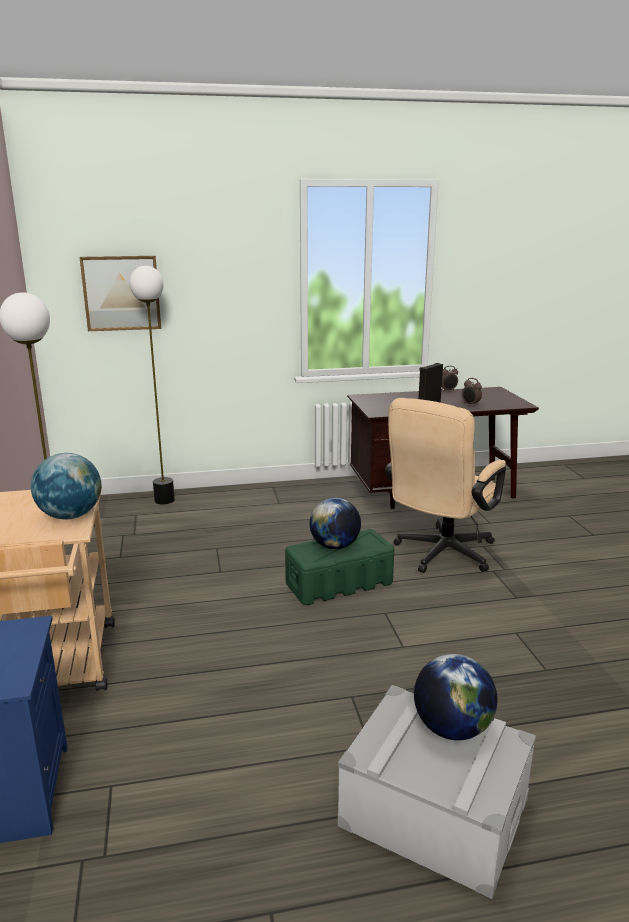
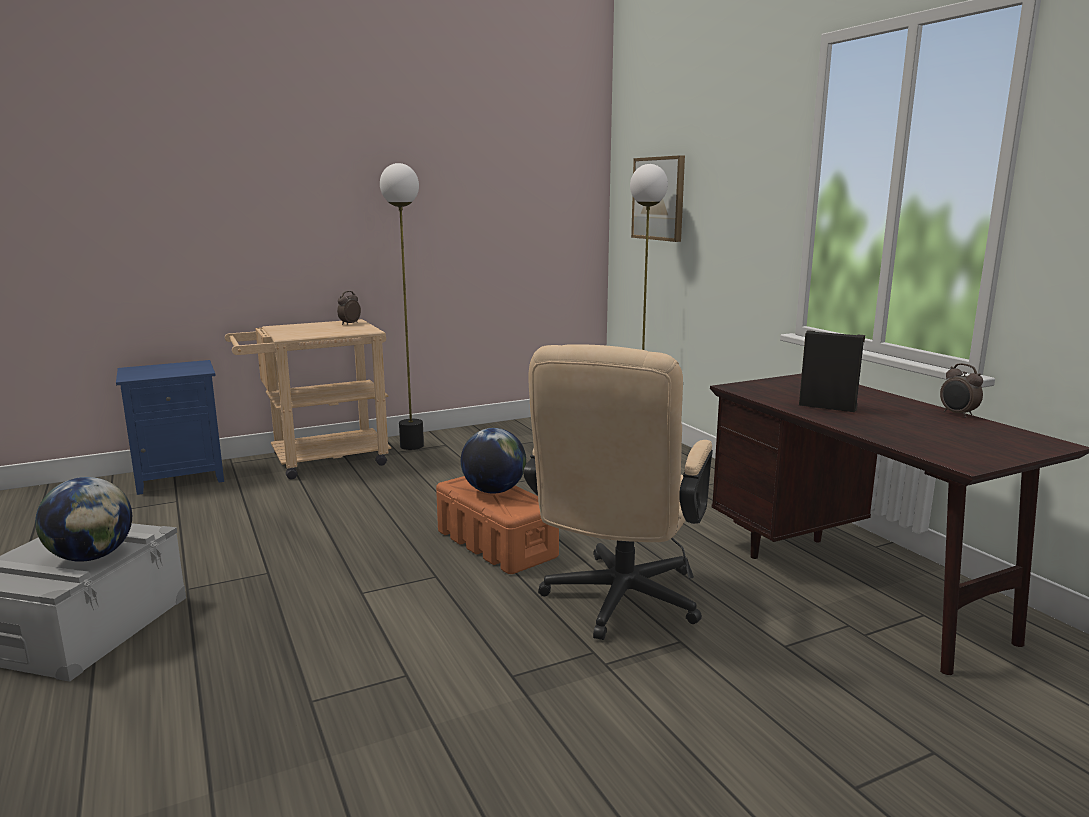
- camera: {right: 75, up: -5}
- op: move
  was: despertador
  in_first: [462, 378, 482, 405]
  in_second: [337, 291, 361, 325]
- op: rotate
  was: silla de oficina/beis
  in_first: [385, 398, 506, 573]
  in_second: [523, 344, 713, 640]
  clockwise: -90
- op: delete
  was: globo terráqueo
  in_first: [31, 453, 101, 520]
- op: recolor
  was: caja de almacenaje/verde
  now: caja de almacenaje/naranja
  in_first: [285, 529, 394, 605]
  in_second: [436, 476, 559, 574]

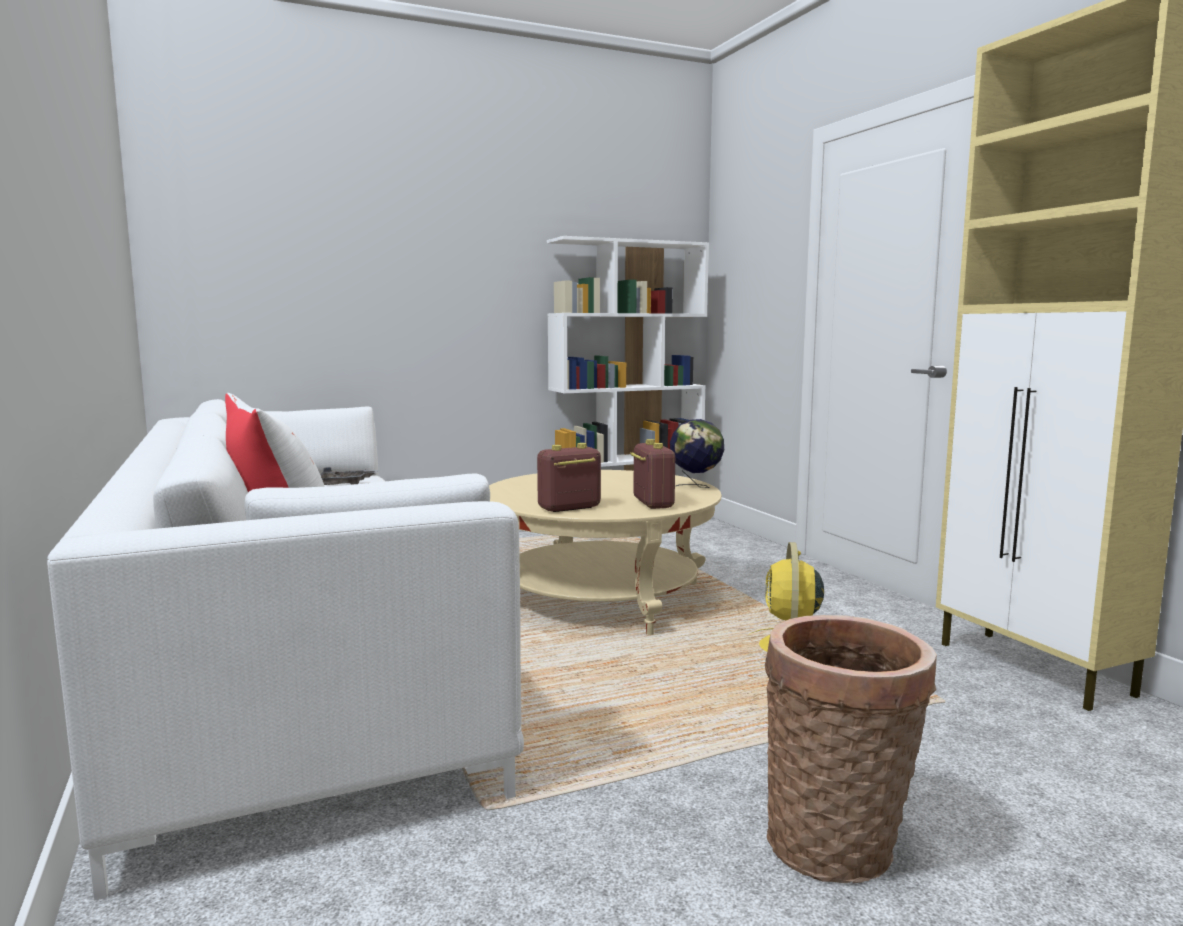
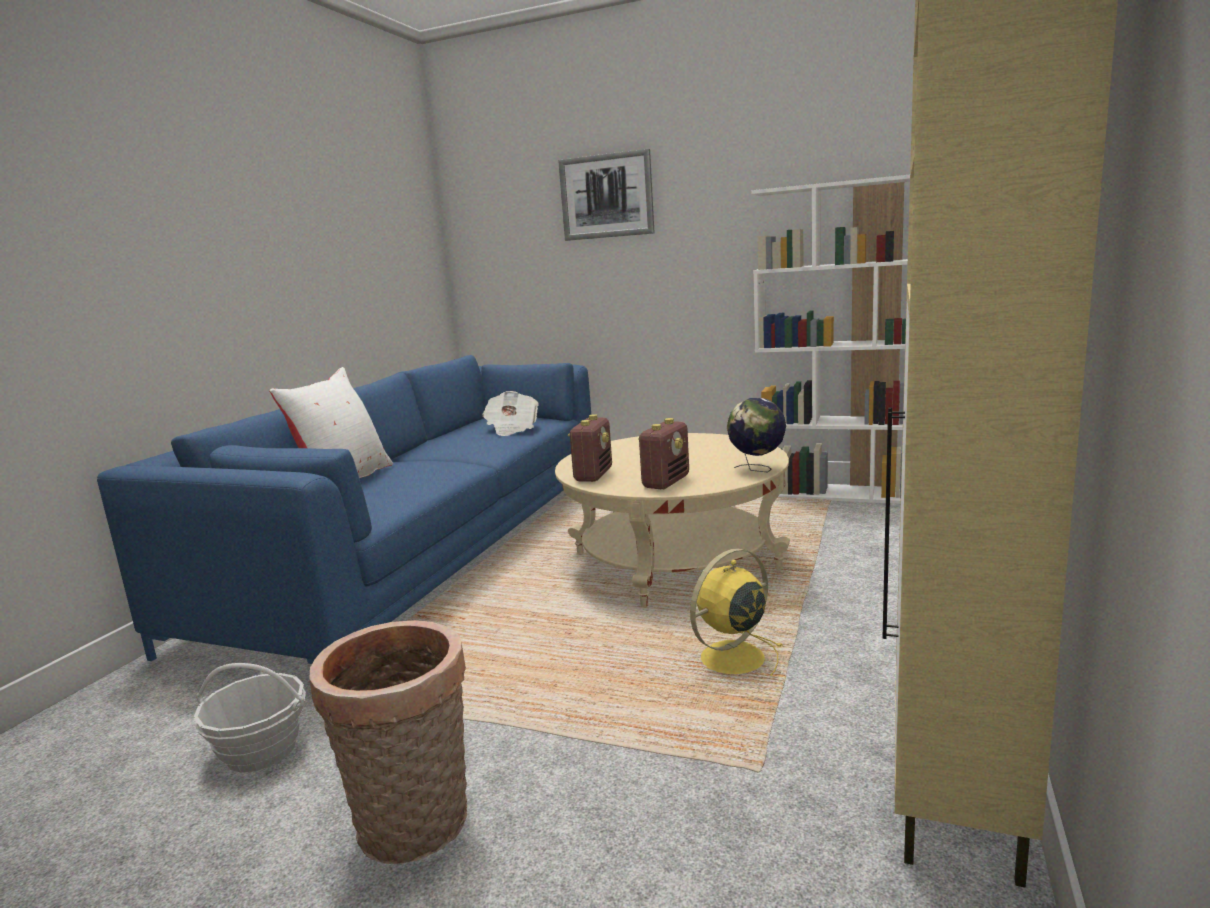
- camera: {right: 45, up: 5}
- op: recolor
  was: sofá/blanco
  now: sofá/azul
  in_first: [47, 399, 524, 901]
  in_second: [97, 355, 591, 664]
- op: rotate
  was: radio
  in_first: [537, 443, 601, 512]
  in_second: [568, 414, 612, 482]
  clockwise: 90
- op: replace
  was: bandeja/gris
  now: periódico
  in_first: [320, 467, 379, 485]
  in_second: [482, 391, 539, 436]
- op: insert
  now: cuadro
  in_second: [558, 149, 654, 241]
- op: insert
  now: cesta
  in_second: [193, 663, 306, 773]

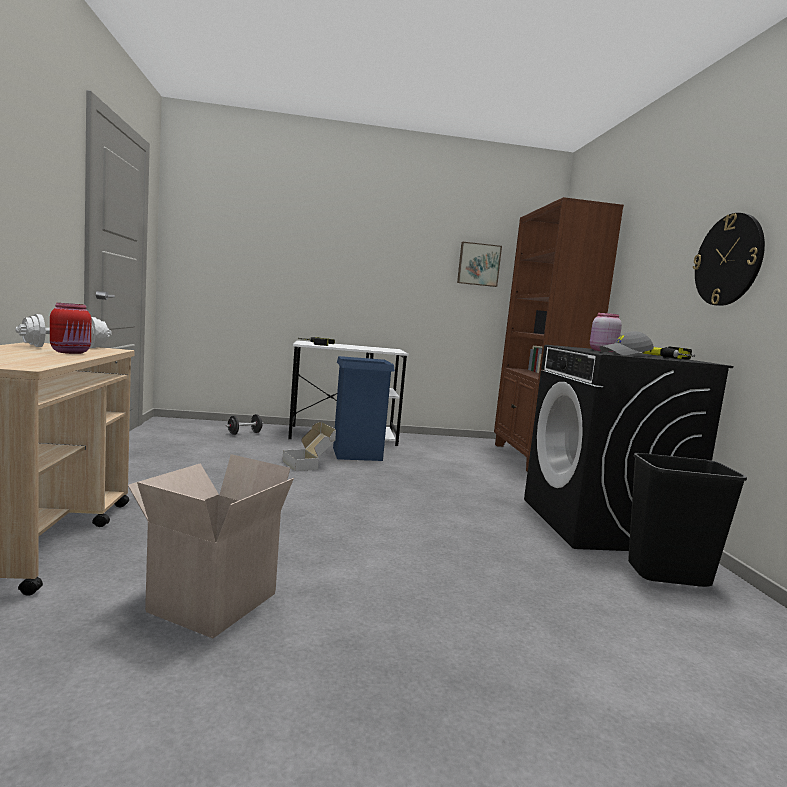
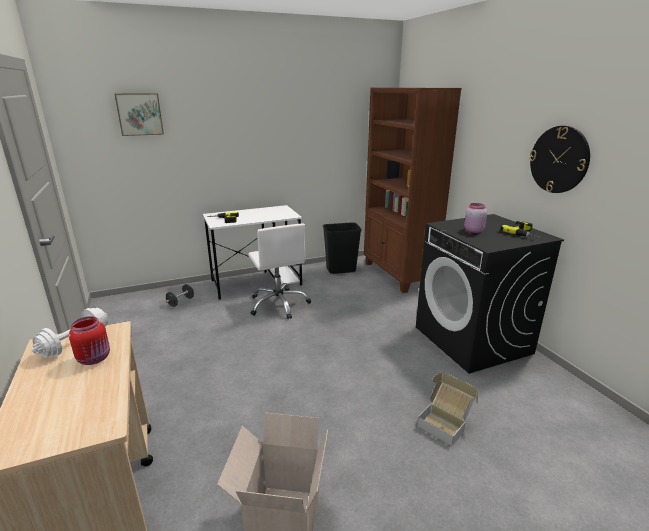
- camera: {right: -15, up: 15}
- op: move
  was: cuadro
  in_first: [457, 242, 502, 287]
  in_second: [114, 93, 164, 136]
- op: delete
  was: gorra/gris
  in_first: [599, 331, 654, 355]
- op: replace
  was: papelera/azul
  now: silla de oficina/blanco
  in_first: [333, 356, 395, 461]
  in_second: [248, 224, 311, 319]
- op: move
  was: caja de cartón
  in_first: [282, 422, 336, 471]
  in_second: [417, 372, 478, 446]
- op: move
  was: papelera/negro
  in_first: [628, 453, 747, 587]
  in_second: [323, 222, 362, 274]

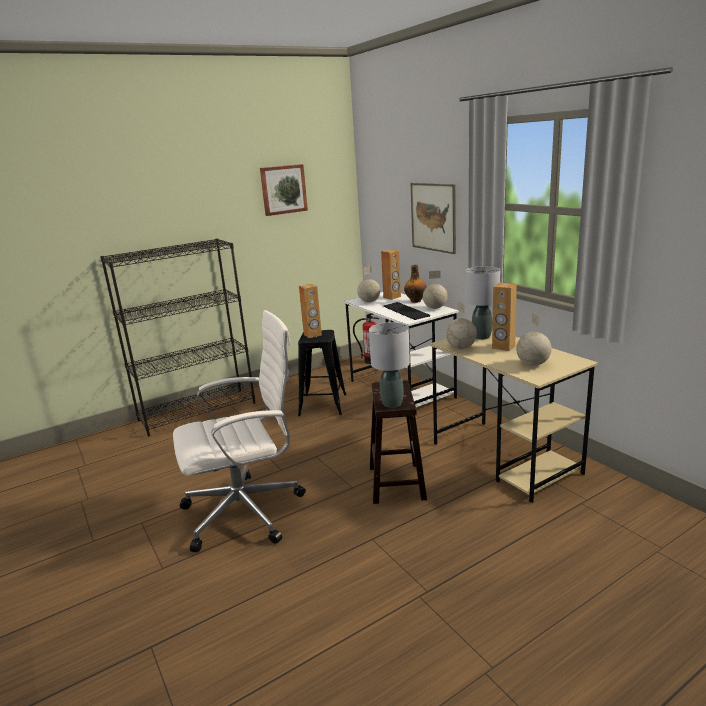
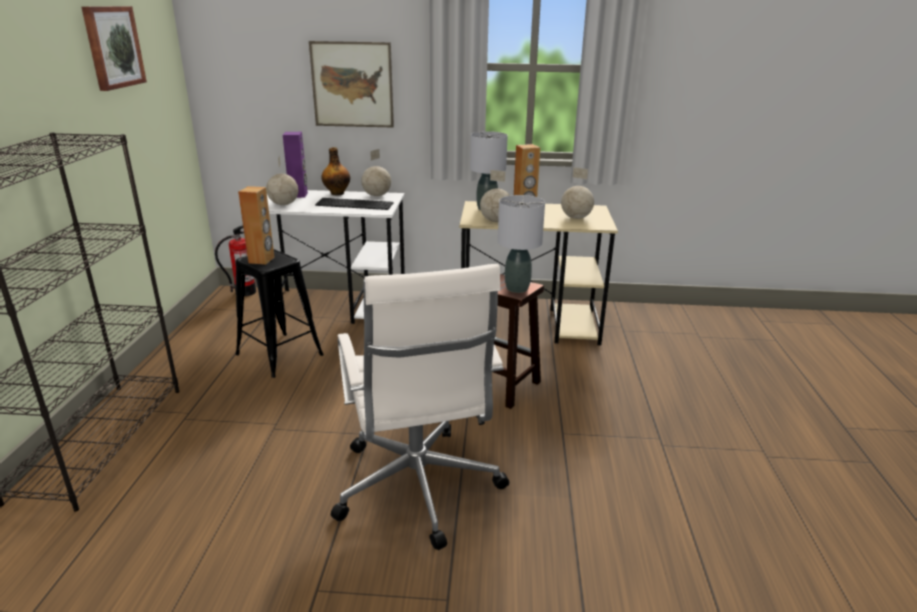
- camera: {right: -55, up: 5}
- op: recolor
  was: altavoz/marrón
  now: altavoz/morado
  in_first: [381, 249, 401, 300]
  in_second: [283, 132, 308, 198]
- op: rotate
  was: silla de oficina/blanco
  in_first: [173, 310, 306, 552]
  in_second: [331, 264, 509, 550]
  clockwise: 150

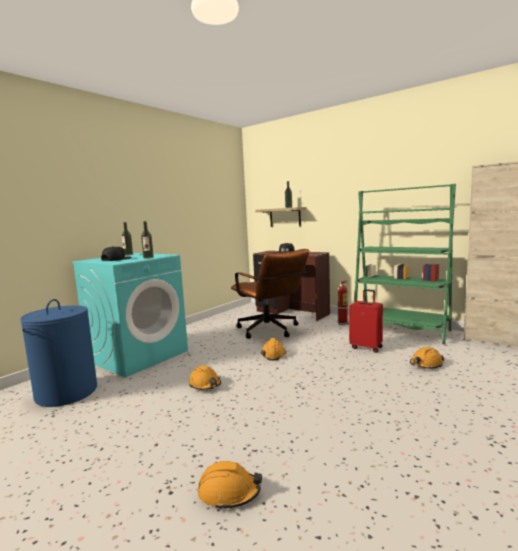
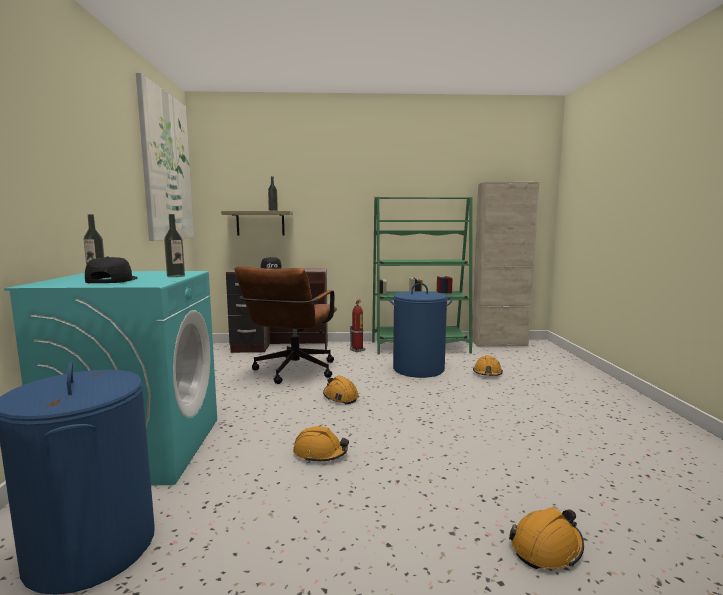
- camera: {right: -40, up: 0}
- op: rotate
  was: silla de oficina/marrón
  in_first: [231, 249, 309, 339]
  in_second: [235, 266, 337, 384]
  clockwise: 90
- op: replace
  was: maleta/rojo
  now: cesto de la ropa/azul
  in_first: [349, 289, 383, 353]
  in_second: [388, 283, 453, 378]
- op: insert
  now: cuadro
  in_second: [136, 73, 194, 241]

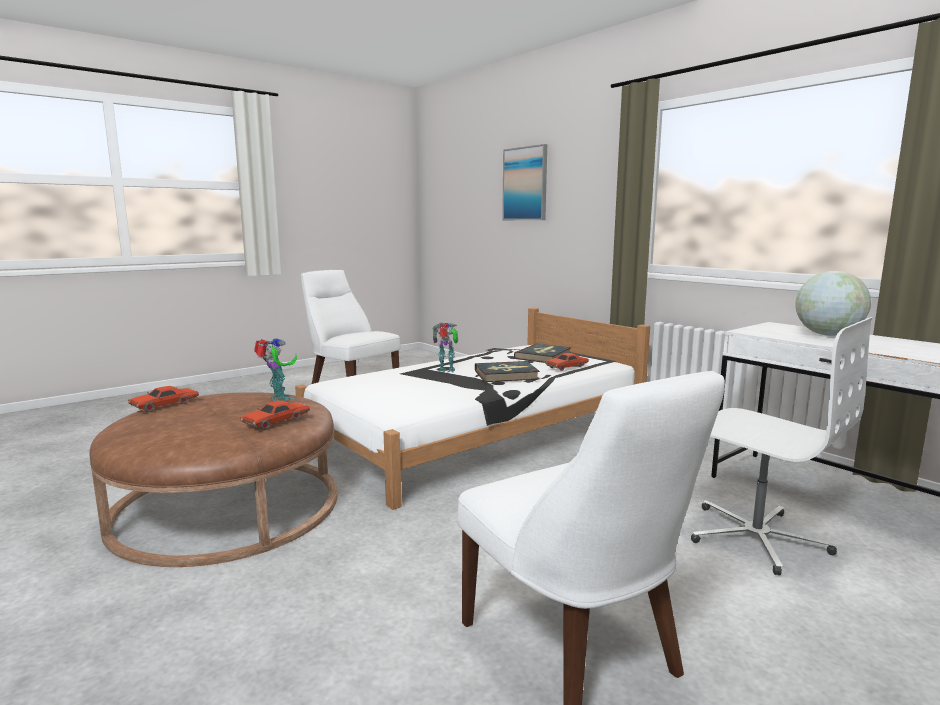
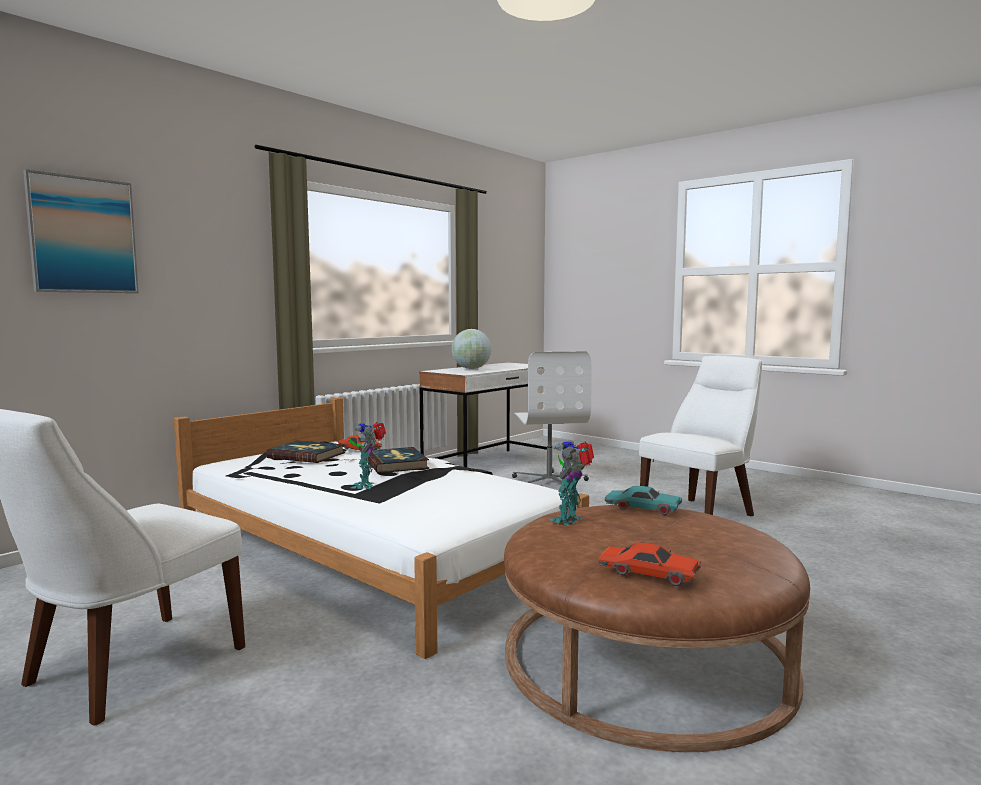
- camera: {right: -100, up: -5}
- op: rotate
  was: silla de oficina/blanco
  in_first: [691, 317, 873, 575]
  in_second: [512, 351, 591, 491]
  clockwise: 135
- op: recolor
  was: coche de juguete/rojo
  now: coche de juguete/turquesa
  in_first: [240, 400, 310, 430]
  in_second: [605, 486, 682, 515]

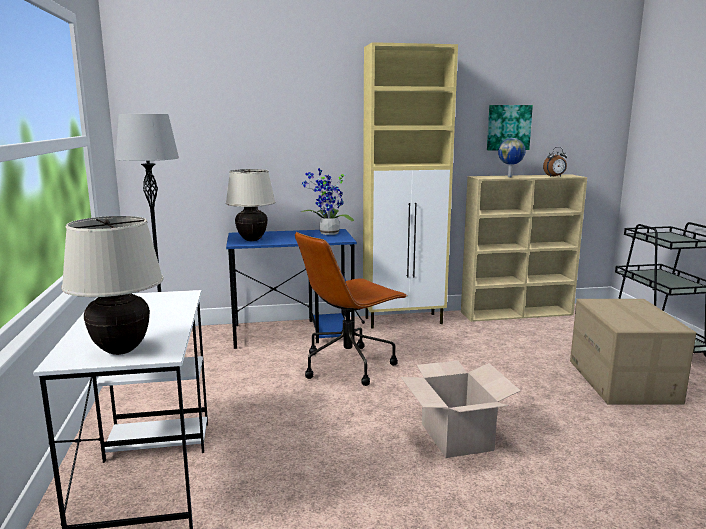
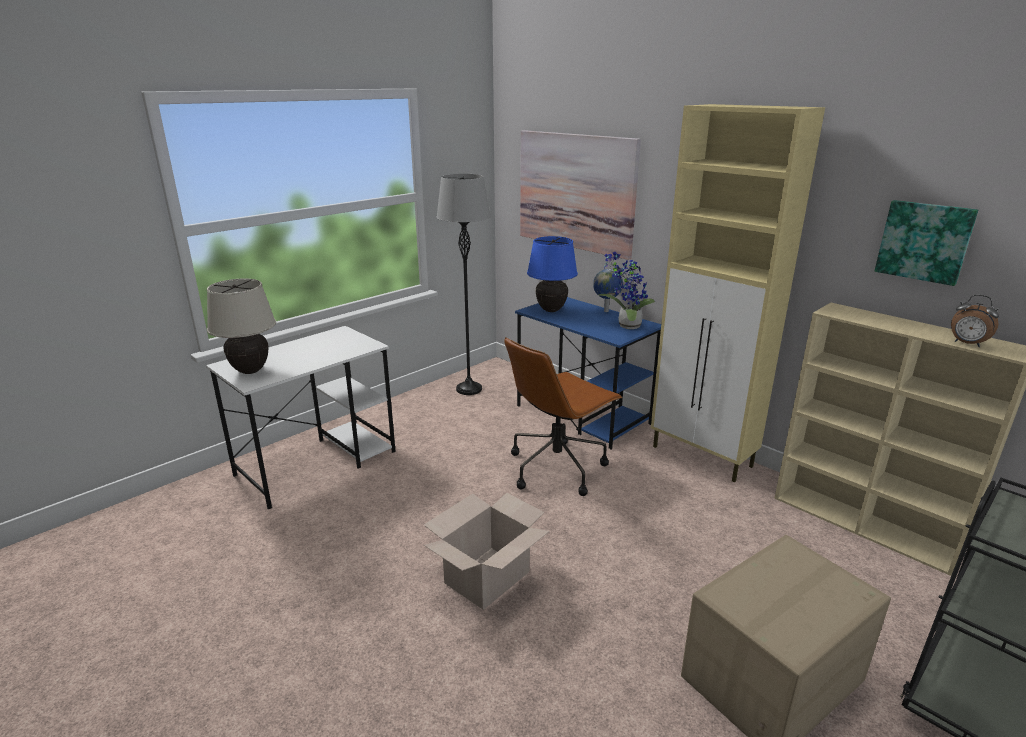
- camera: {right: 55, up: 10}
- op: move
  was: globo terráqueo
  in_first: [498, 138, 525, 177]
  in_second: [593, 269, 623, 312]
- op: recolor
  was: lámpara de mesa/beis
  now: lámpara de mesa/azul
  in_first: [225, 169, 275, 241]
  in_second: [527, 236, 578, 312]
- op: rotate
  was: silla de oficina/marrón
  in_first: [295, 232, 407, 386]
  in_second: [504, 337, 622, 496]
  clockwise: -60
- op: insert
  now: cuadro
  in_second: [520, 130, 641, 260]

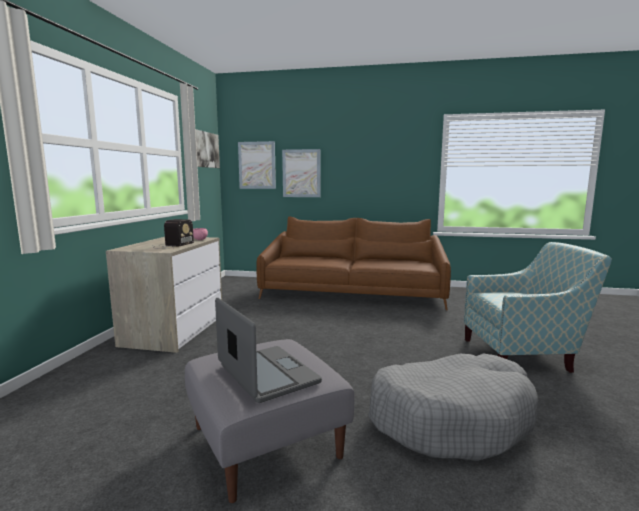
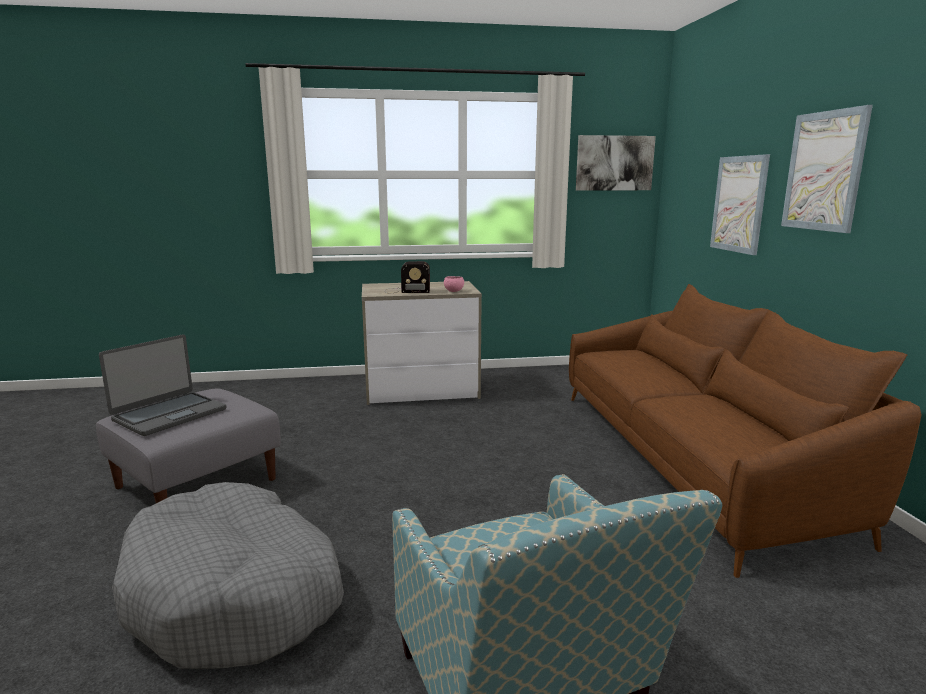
- camera: {right: 70, up: 5}
- op: move
  was: cuadro
  in_first: [238, 141, 276, 189]
  in_second: [781, 105, 873, 233]

